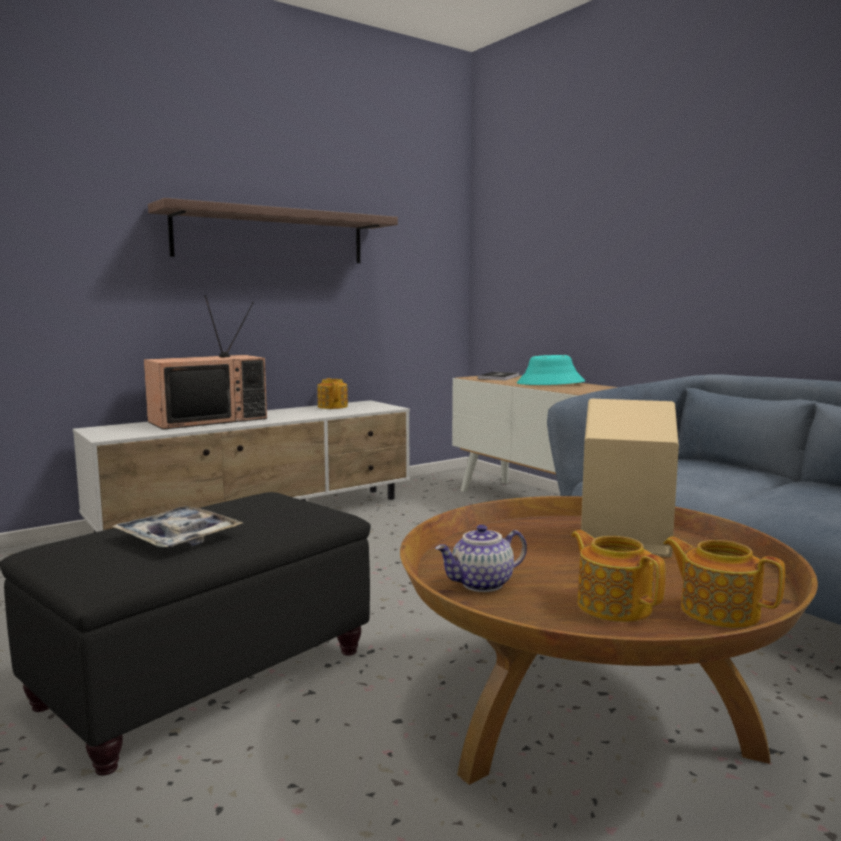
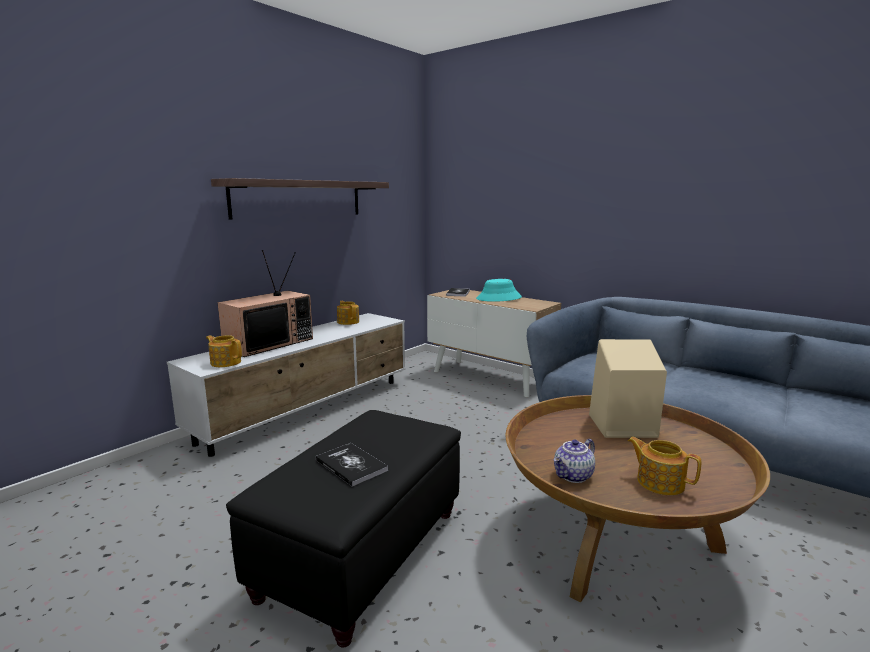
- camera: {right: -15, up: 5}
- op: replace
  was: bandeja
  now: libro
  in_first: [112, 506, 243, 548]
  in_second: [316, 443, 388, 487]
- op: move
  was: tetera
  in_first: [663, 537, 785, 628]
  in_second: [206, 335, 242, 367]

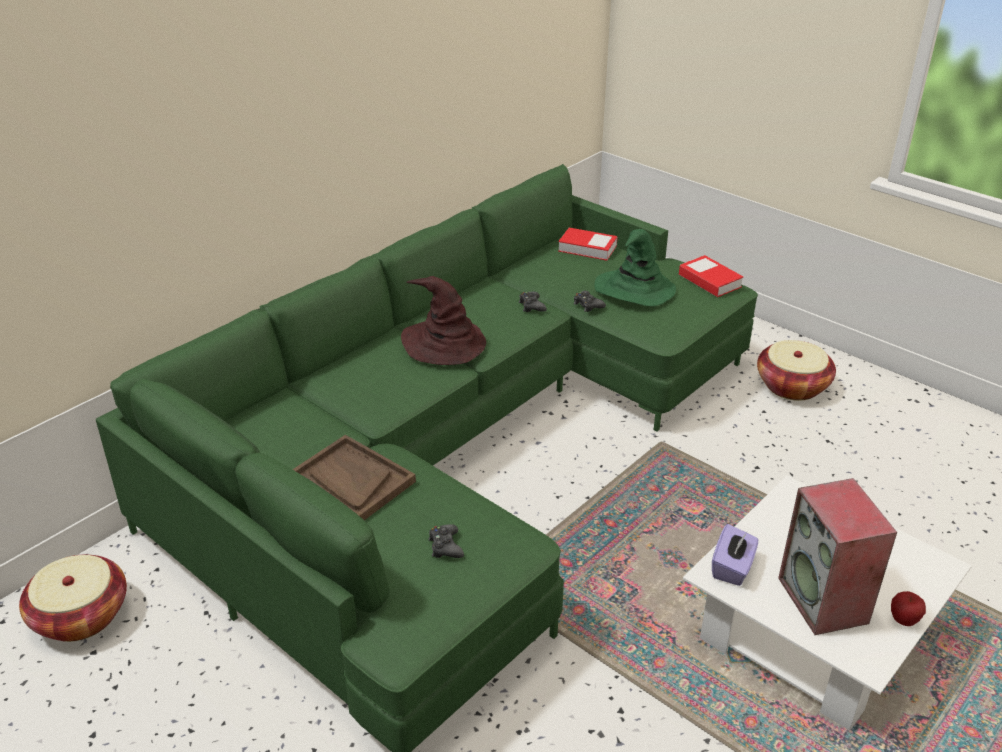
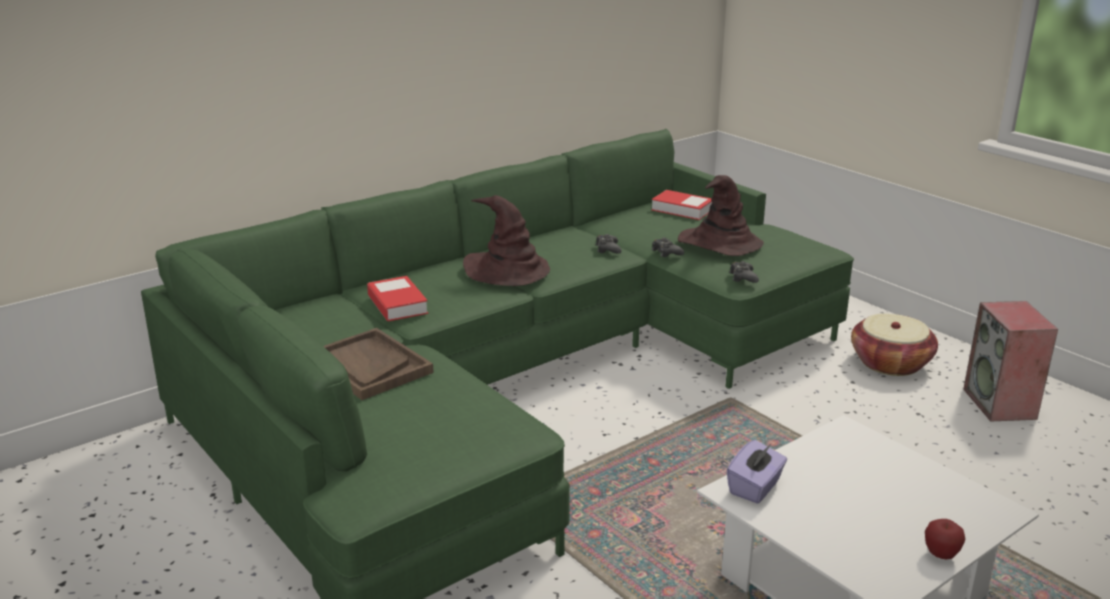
- camera: {right: 10, up: -10}
- op: recolor
  was: sombrero/verde
  now: sombrero/marrón
  in_first: [594, 229, 676, 306]
  in_second: [678, 175, 764, 256]
- op: move
  was: libro
  in_first: [679, 255, 743, 297]
  in_second: [367, 276, 428, 321]
- op: move
  was: altavoz
  in_first: [778, 478, 897, 635]
  in_second: [963, 301, 1058, 421]
- op: move
  was: mando de consola/negro
  in_first: [429, 524, 464, 558]
  in_second: [729, 261, 759, 283]
- op: delete
  was: cesta
  in_first: [19, 555, 127, 642]

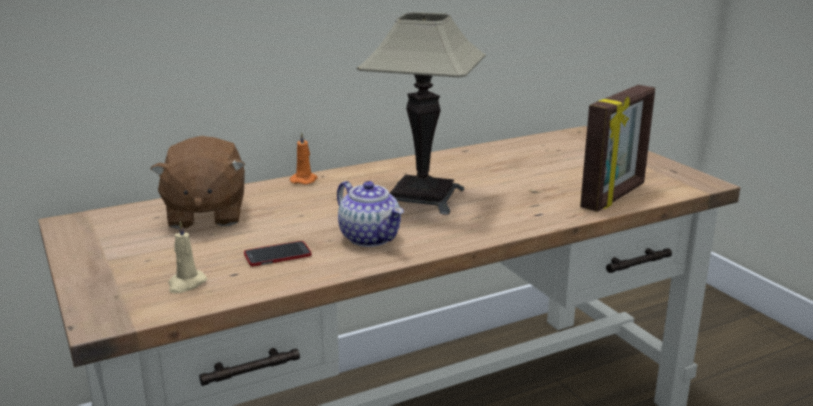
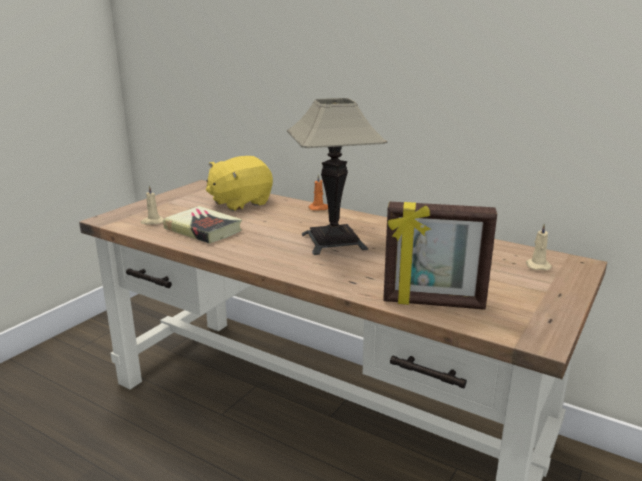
- camera: {right: 60, up: 0}
- op: recolor
  was: peluche/marrón
  now: peluche/amarillo
  in_first: [150, 136, 245, 229]
  in_second: [206, 156, 273, 211]
- op: delete
  was: tetera
  in_first: [337, 181, 404, 247]
- op: replace
  was: móvil
  now: libro
  in_first: [244, 241, 312, 266]
  in_second: [163, 206, 242, 244]
- op: insert
  now: vela/beis
  in_second: [526, 223, 552, 270]

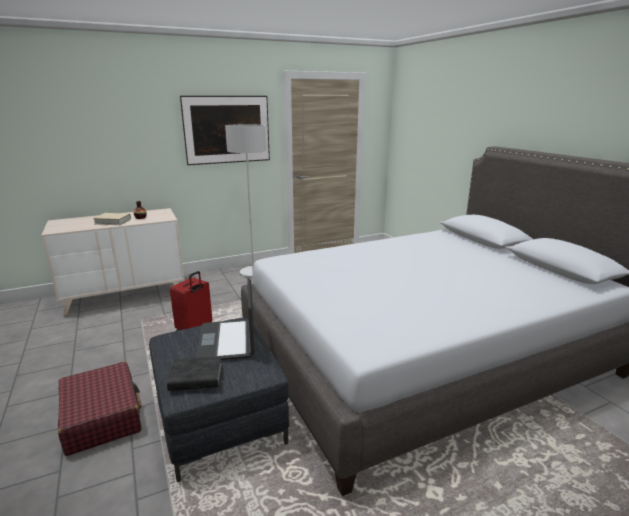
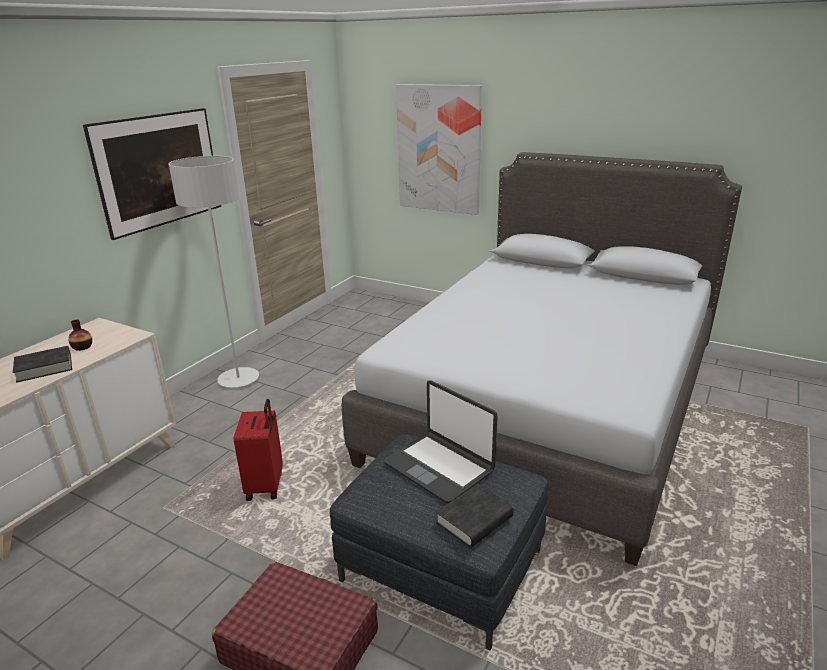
- camera: {right: -35, up: 5}
- op: recolor
  was: libro/beis
  now: libro/negro
  in_first: [93, 213, 131, 225]
  in_second: [13, 346, 72, 383]
- op: insert
  now: cuadro
  in_second: [396, 84, 482, 215]

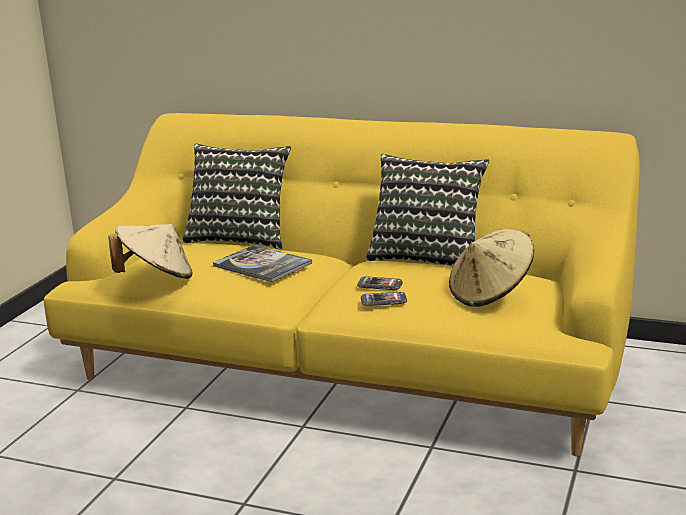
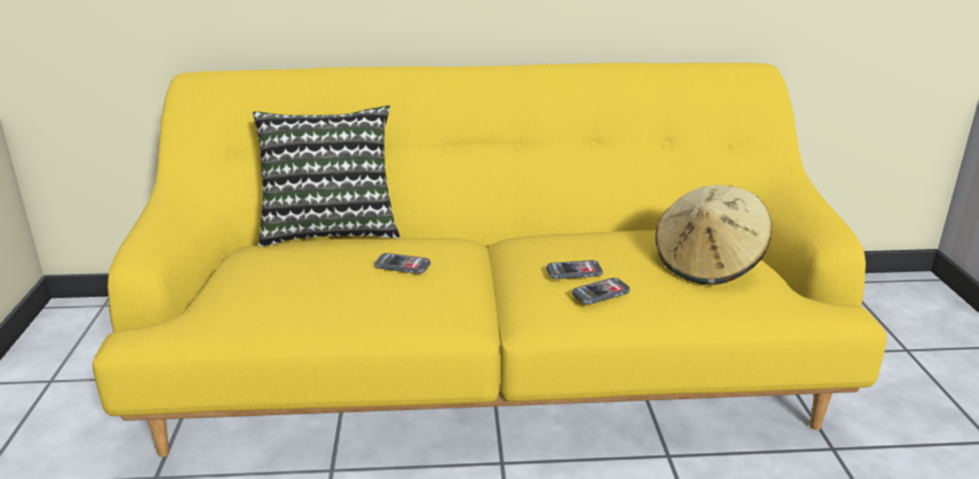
- camera: {right: -25, up: 5}
- op: delete
  was: cojín
  in_first: [366, 154, 489, 266]
- op: delete
  was: sombrero/beis
  in_first: [108, 224, 193, 279]
- op: replace
  was: libro
  now: móvil
  in_first: [213, 245, 312, 282]
  in_second: [374, 253, 431, 274]

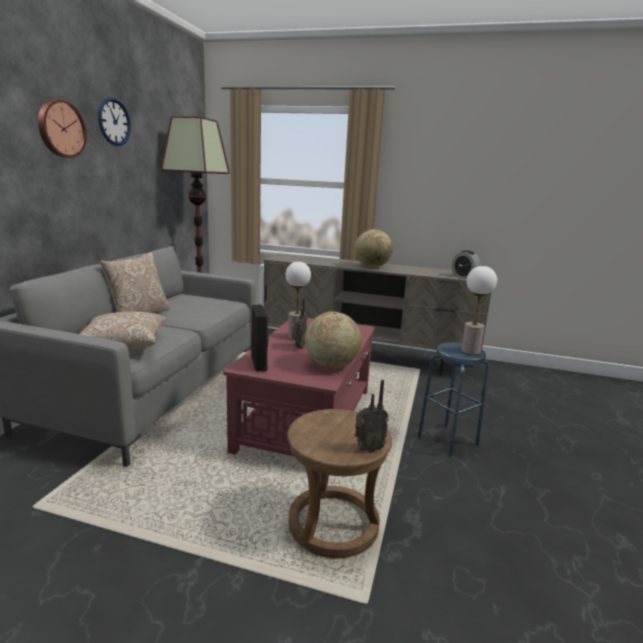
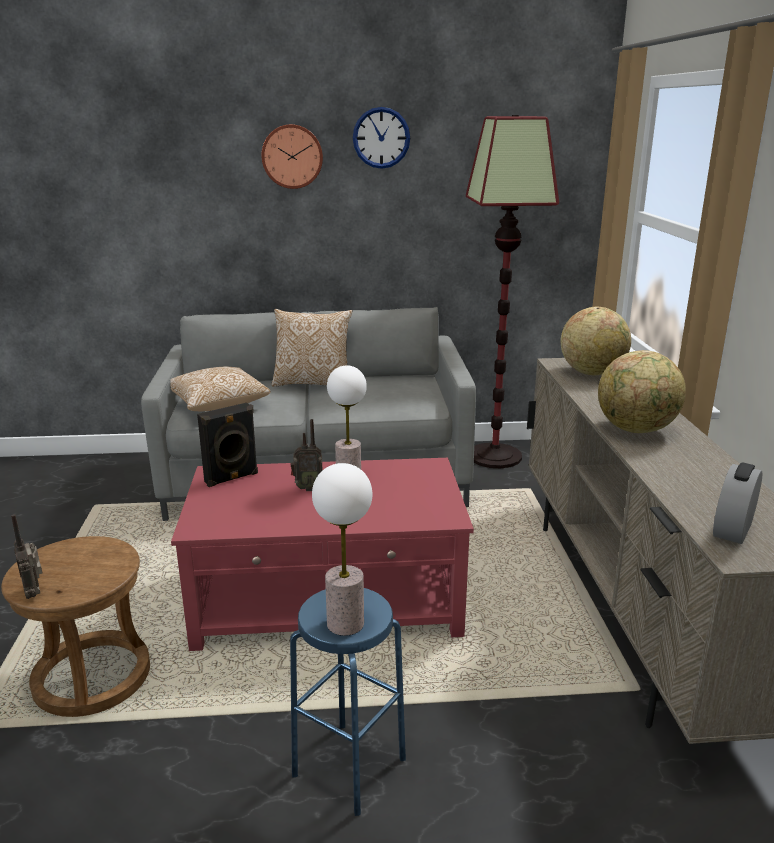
- camera: {right: 70, up: 5}
- op: move
  was: globo terráqueo
  in_first: [305, 312, 362, 369]
  in_second: [561, 307, 631, 375]

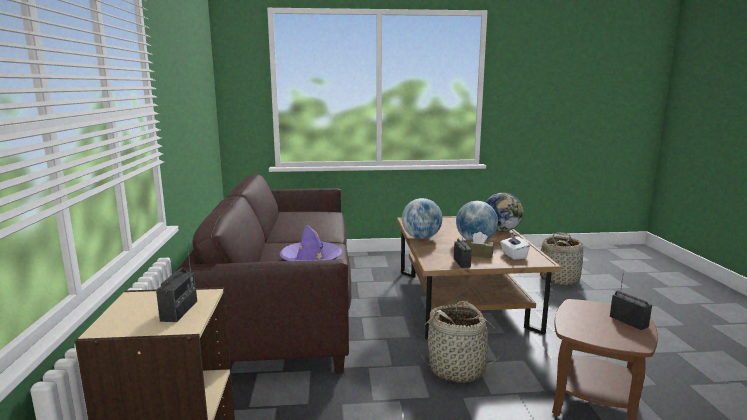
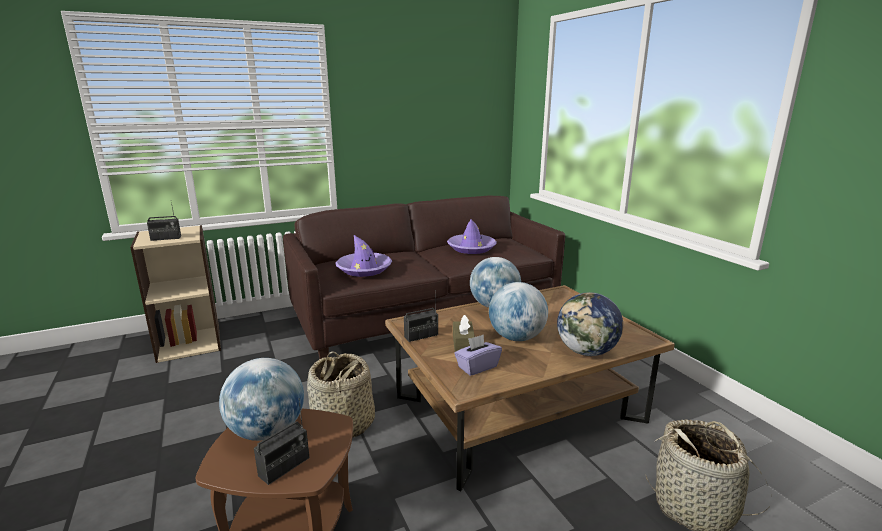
- camera: {right: 70, up: 5}
- op: recolor
  was: caja de pañuelos/blanco
  now: caja de pañuelos/morado
  in_first: [500, 233, 530, 260]
  in_second: [454, 334, 502, 376]
- op: insert
  now: sombrero/morado
  in_second: [447, 219, 497, 254]
- op: insert
  now: globo terráqueo
  in_second: [219, 358, 304, 441]

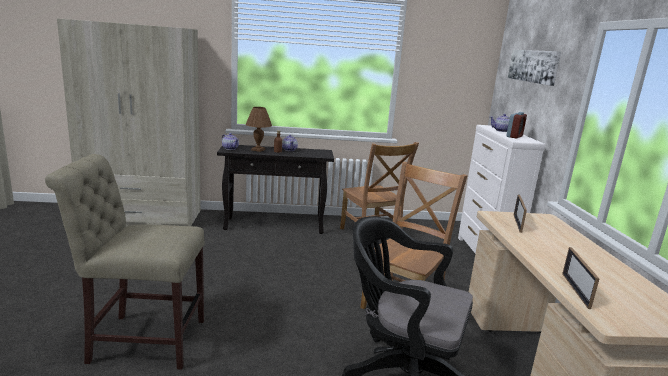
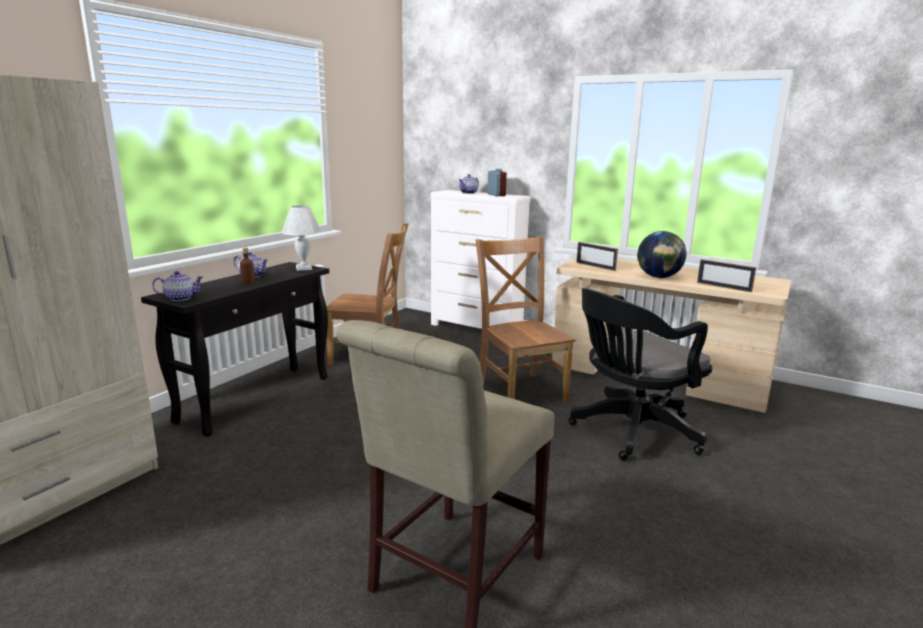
- camera: {right: -55, up: 0}
- op: delete
  was: cuadro
  in_first: [508, 50, 561, 86]
- op: delete
  was: lámpara de mesa/marrón
  in_first: [246, 107, 272, 152]
- op: insert
  now: lámpara de mesa/blanco
  in_second: [282, 205, 321, 271]
- op: insert
  now: globo terráqueo
  in_second: [637, 231, 686, 278]

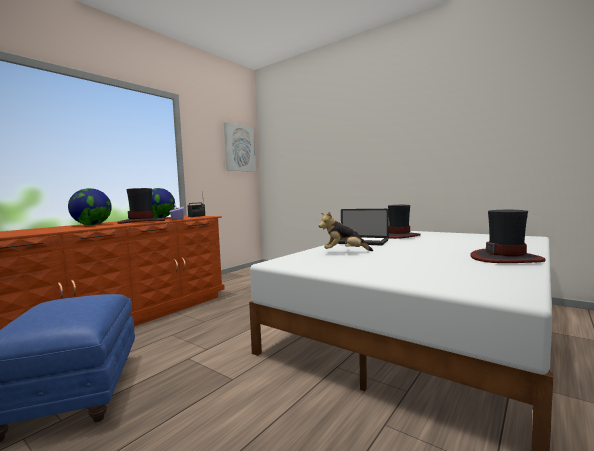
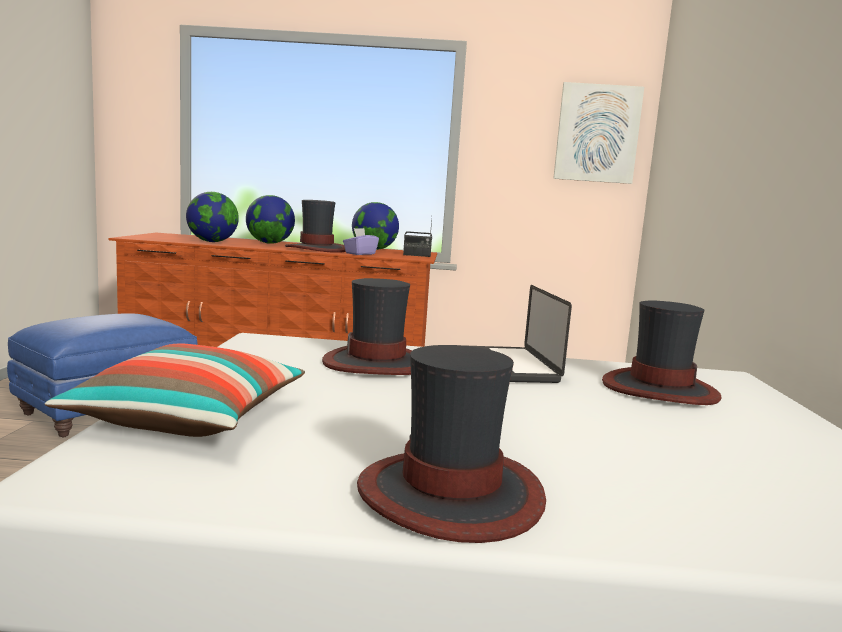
- camera: {right: 55, up: 5}
- op: replace
  was: peluche
  now: sombrero
  in_first: [319, 212, 373, 251]
  in_second: [322, 278, 412, 375]
- op: insert
  now: globo terráqueo
  in_second: [186, 192, 239, 242]
- op: insert
  now: cojín
  in_second: [45, 344, 305, 437]

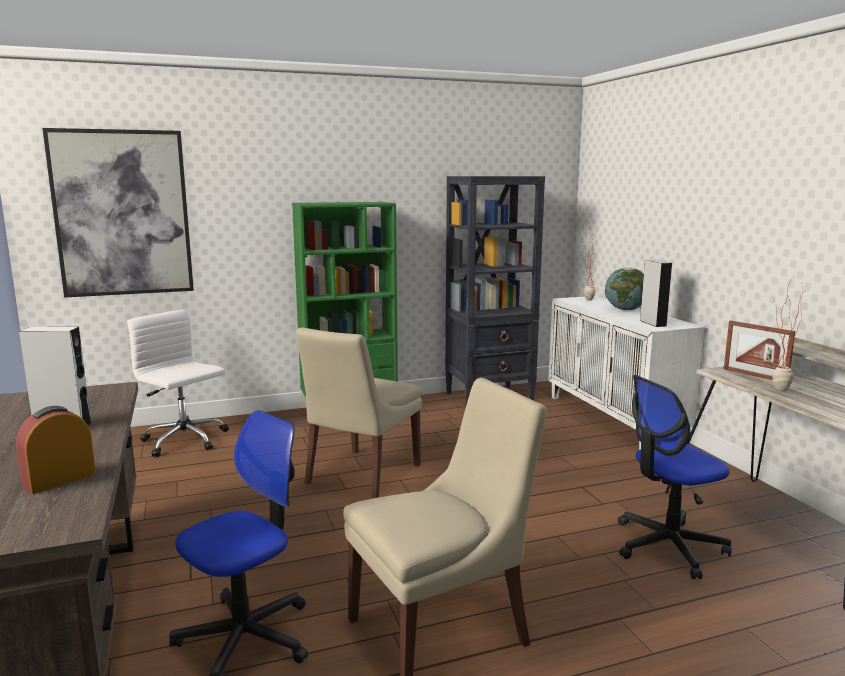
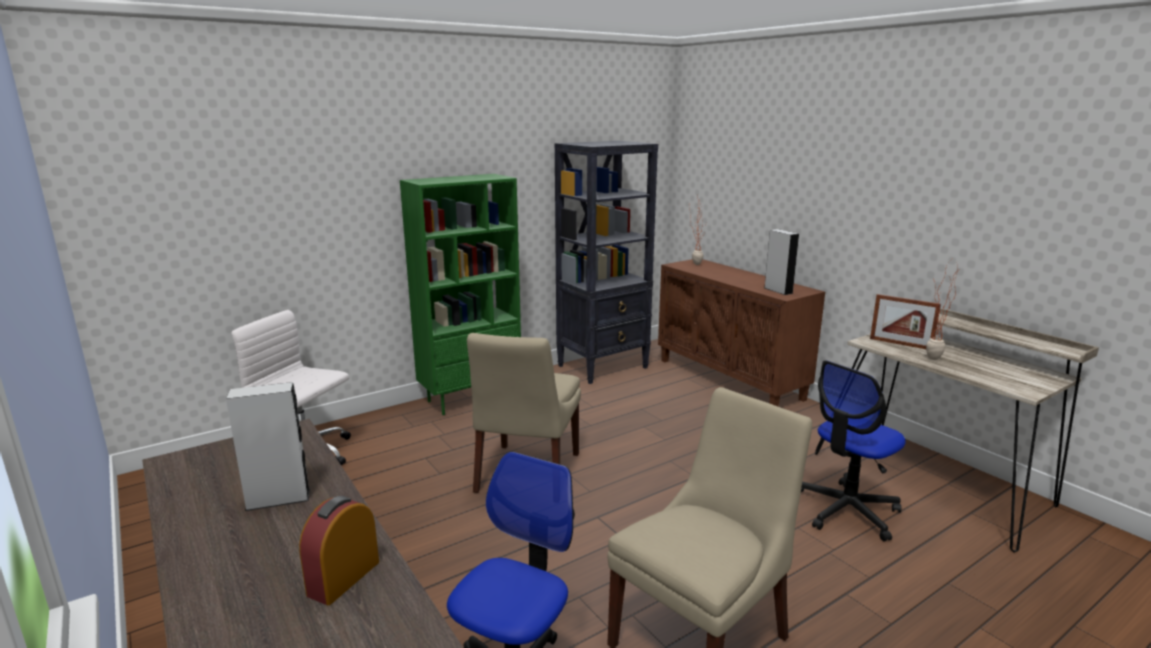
- camera: {right: -15, up: 5}
- op: delete
  was: cuadro
  in_first: [42, 128, 194, 298]
- op: delete
  was: globo terráqueo
  in_first: [605, 267, 644, 310]
- op: recolor
  was: armario/blanco
  now: armario/marrón
  in_first: [548, 296, 705, 450]
  in_second: [658, 259, 825, 406]

